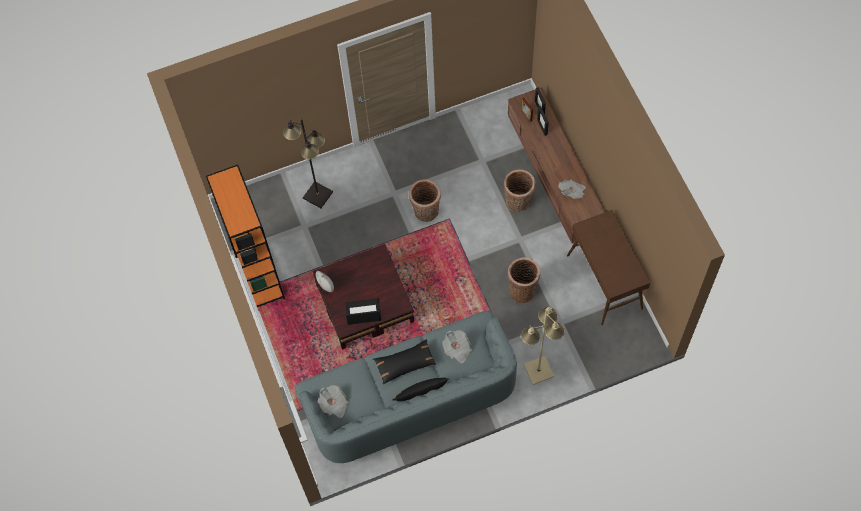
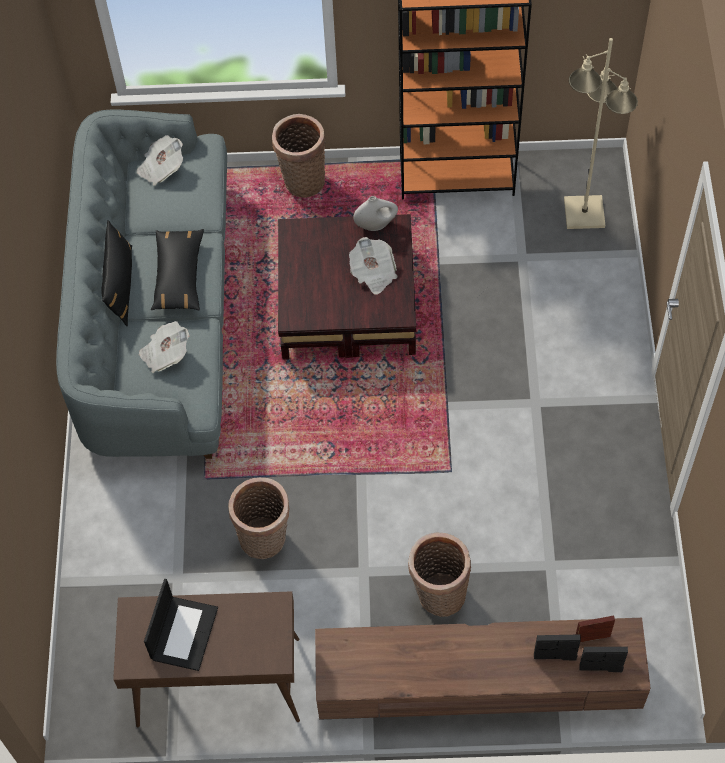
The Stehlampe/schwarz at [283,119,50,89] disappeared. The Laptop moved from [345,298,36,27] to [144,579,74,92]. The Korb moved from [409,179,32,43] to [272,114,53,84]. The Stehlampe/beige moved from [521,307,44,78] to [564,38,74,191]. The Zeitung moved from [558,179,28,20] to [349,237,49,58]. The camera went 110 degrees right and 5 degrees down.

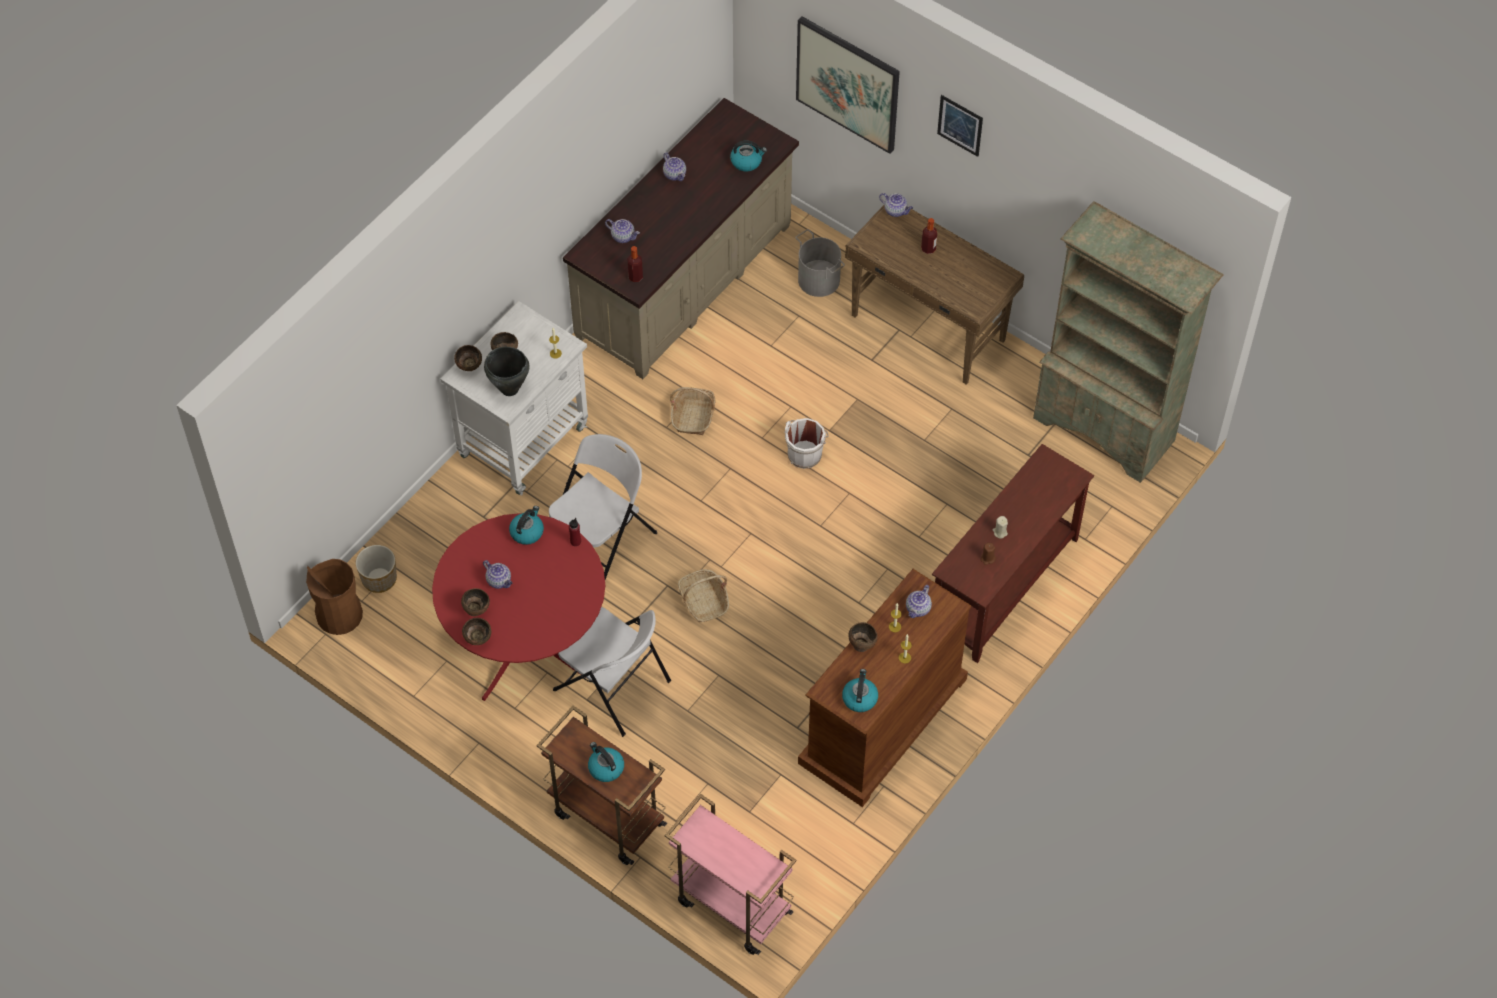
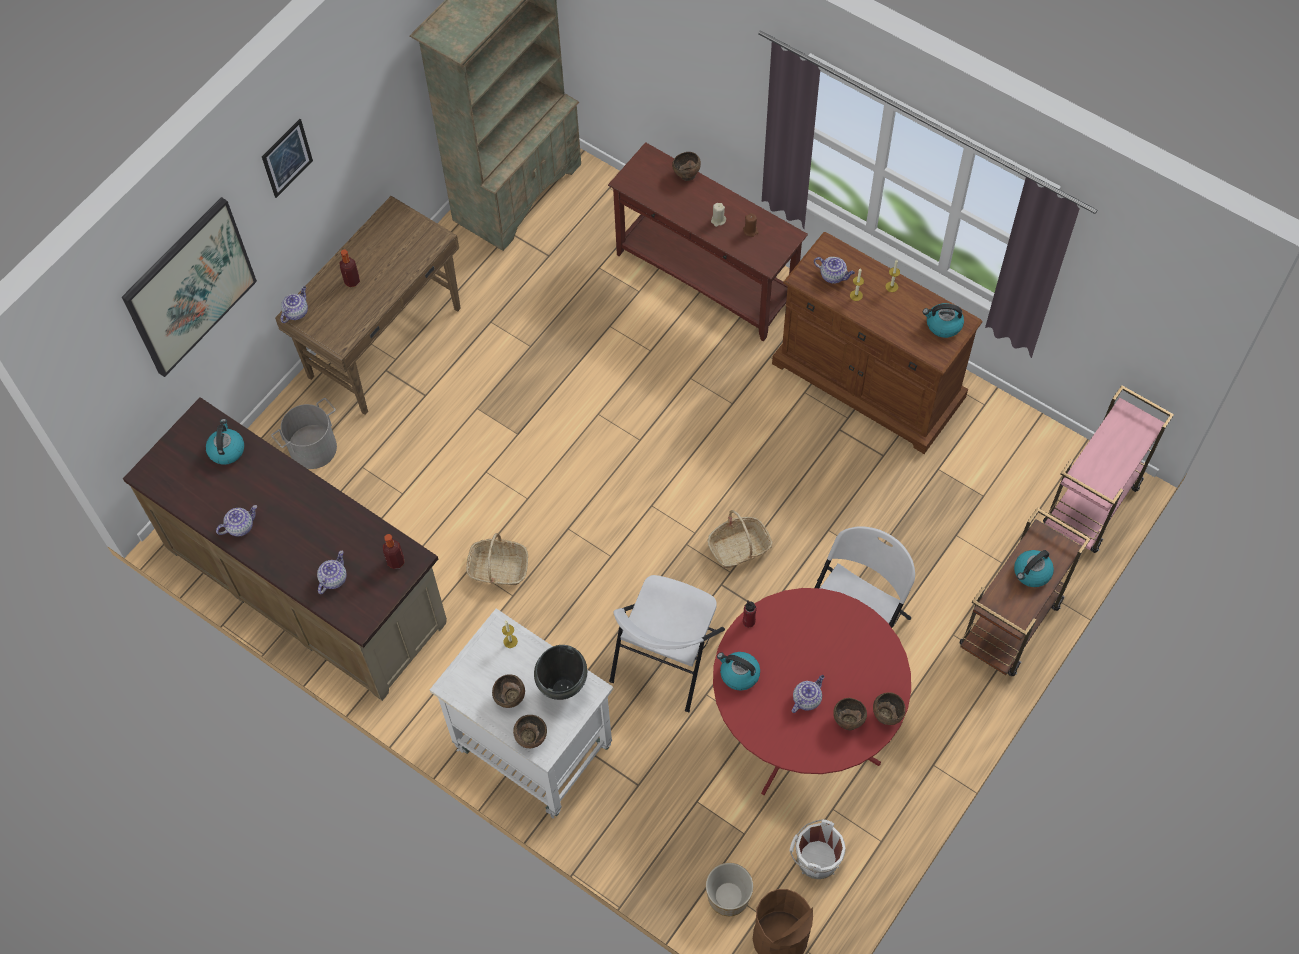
The Eimer/weiß moved from [784,418,45,51] to [790,819,55,60]. The Schüssel/braun moved from [848,622,30,30] to [672,152,29,29]. The Stuhl/weiß at [549,434,108,146] turned 105 degrees counterclockwise. The camera went 90 degrees left and 5 degrees up.

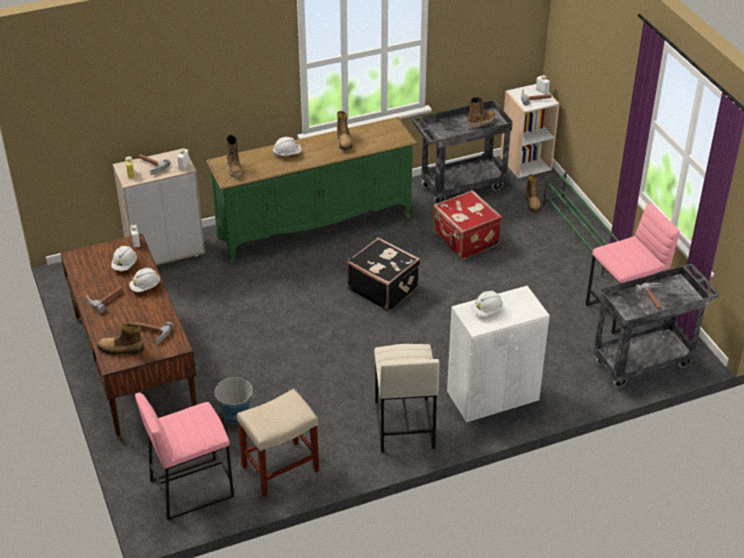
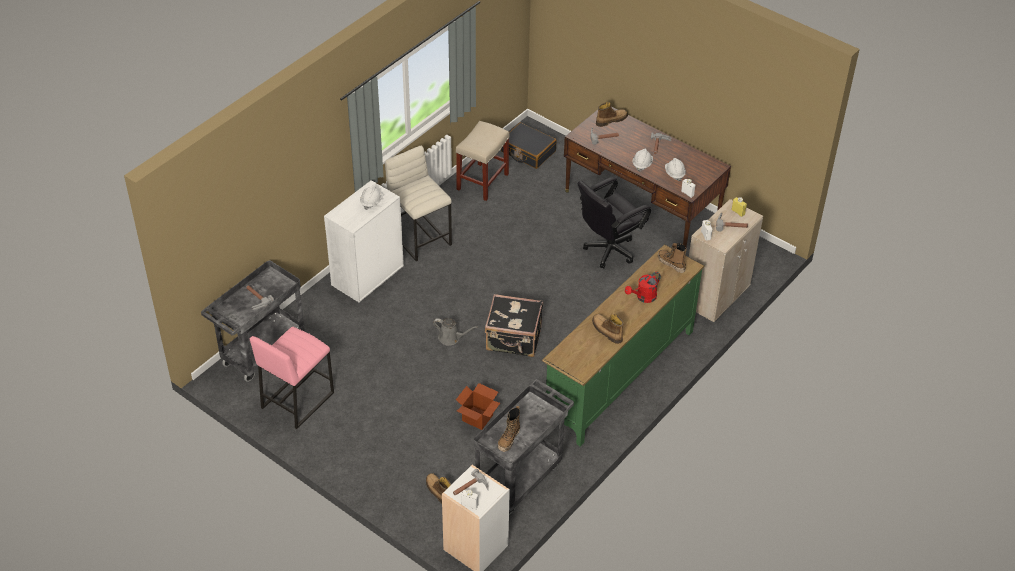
The Eimer at [214,377,40,47] disappeared. The Schuhregal/grün at [543,171,76,106] disappeared. The Gießkanne/grau at [433,318,45,28] appeared. The Bürostuhl/schwarz at [578,177,73,91] appeared. The Hocker/rosa at [135,393,99,127] was replaced by the Koffer/schwarz at [501,122,56,47]. The Schutzhelm/weiß at [273,137,28,19] was replaced by the Gießkanne/rot at [625,272,36,31]. The Koffer/rot at [433,190,69,70] was replaced by the Karton at [456,383,44,47]. The camera went 150 degrees right and 5 degrees up.

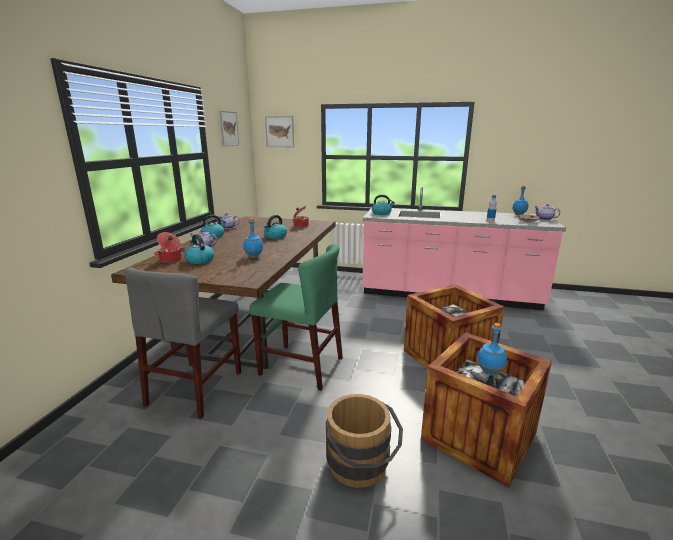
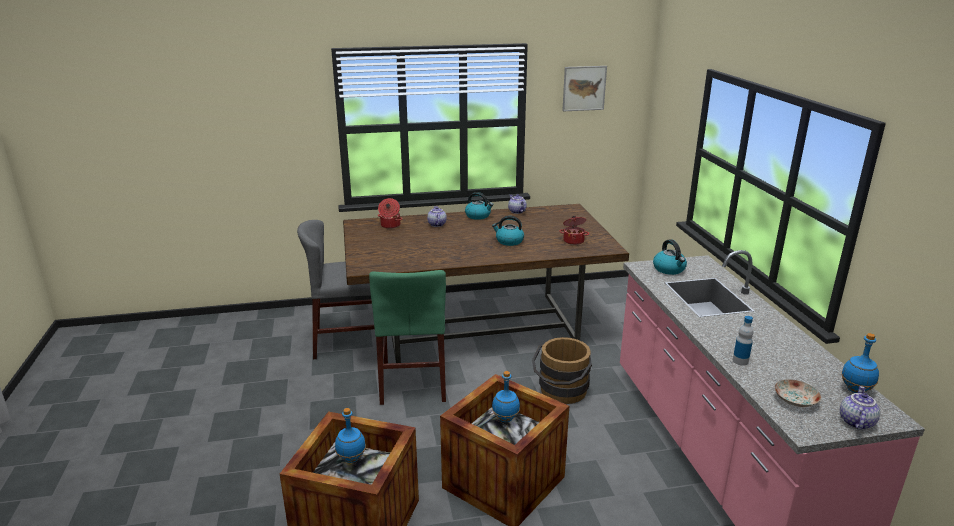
The Wasserkessel at [185,234,29,30] disappeared. The Bild at [265,116,29,31] disappeared. The Flasche/blau moved from [243,218,21,40] to [492,371,28,51]. The Eimer/braun moved from [326,394,77,94] to [532,337,60,67]. The camera went 65 degrees right and 5 degrees up.

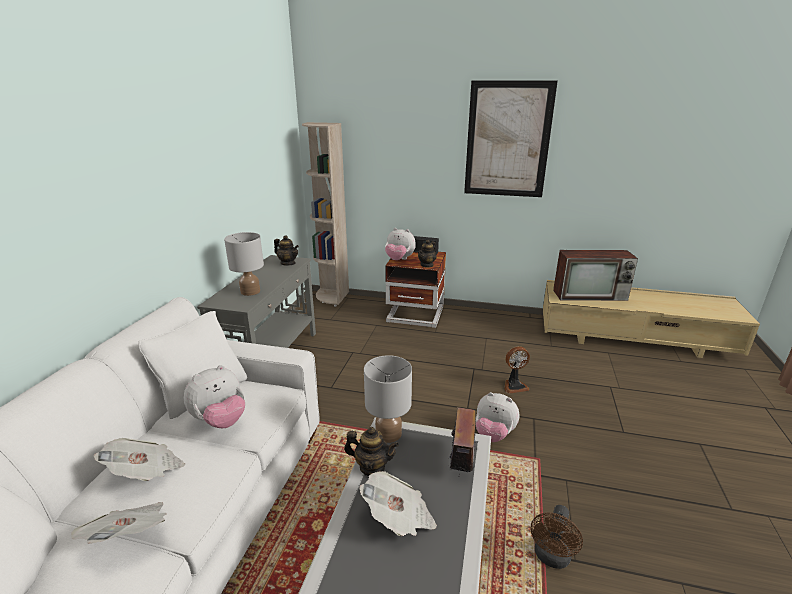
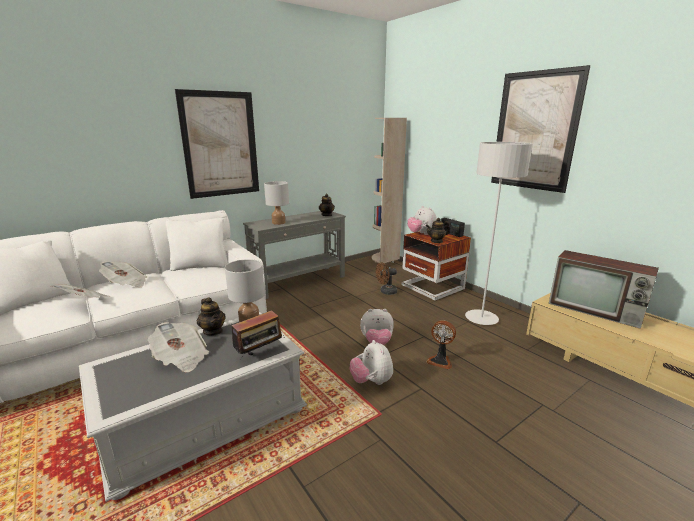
The Bild at [175,89,84,110] appeared. The Stehlampe/grau at [465,142,68,183] appeared. The Plüschtier moved from [184,365,61,63] to [360,309,34,36]. The Ventilator/braun moved from [531,505,52,64] to [376,262,21,33]. The camera went 40 degrees right and 5 degrees down.

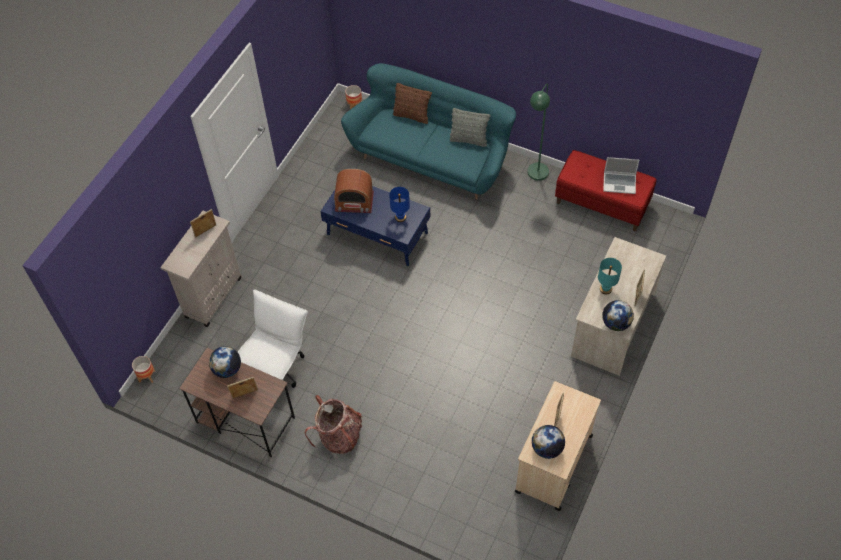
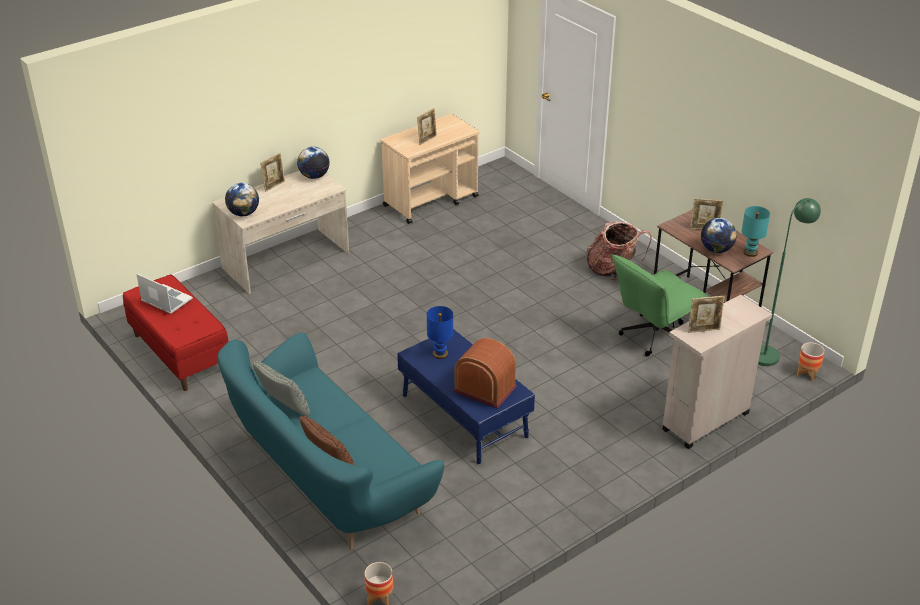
The Stehlampe/grün moved from [527,84,23,97] to [758,198,63,168]. The Globus moved from [532,425,33,34] to [225,183,34,33]. The Tischlampe/türkis moved from [598,258,24,36] to [742,206,28,51]. The Bürostuhl/weiß at [238,289,70,99] became the Bürostuhl/grün at [611,254,98,102]. The camera went 155 degrees left and 20 degrees down.

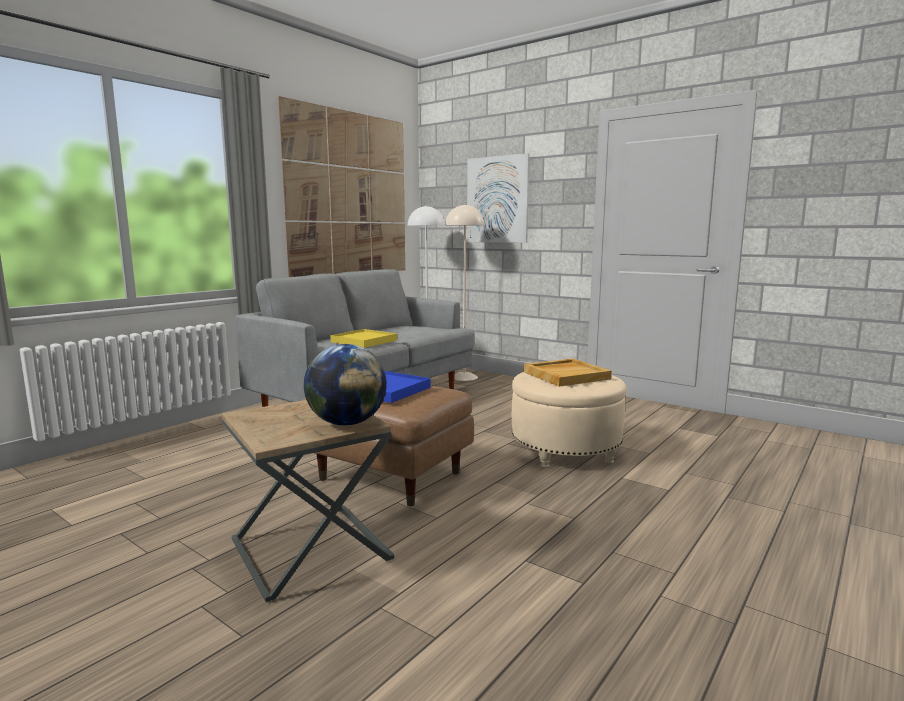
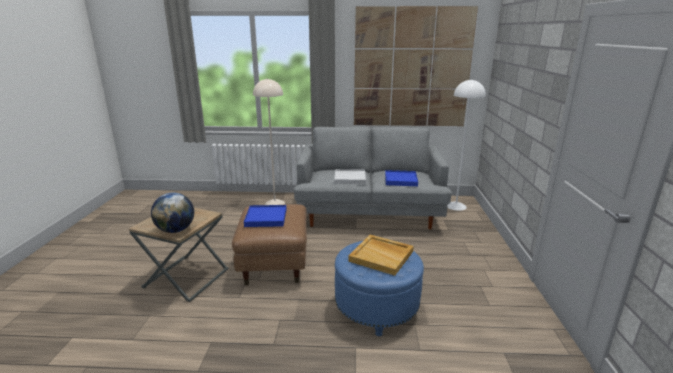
The Bild at [467,153,63,90] disappeared. The Tablett/blau at [385,170,33,16] appeared. The Stehlampe/beige moved from [445,204,40,177] to [253,78,32,127]. The Tablett/gelb at [330,329,67,19] became the Tablett/weiß at [334,169,32,15]. The Polsterhocker/beige at [512,372,115,95] became the Polsterhocker/blau at [335,241,89,95]. The camera went 55 degrees right and 10 degrees up.

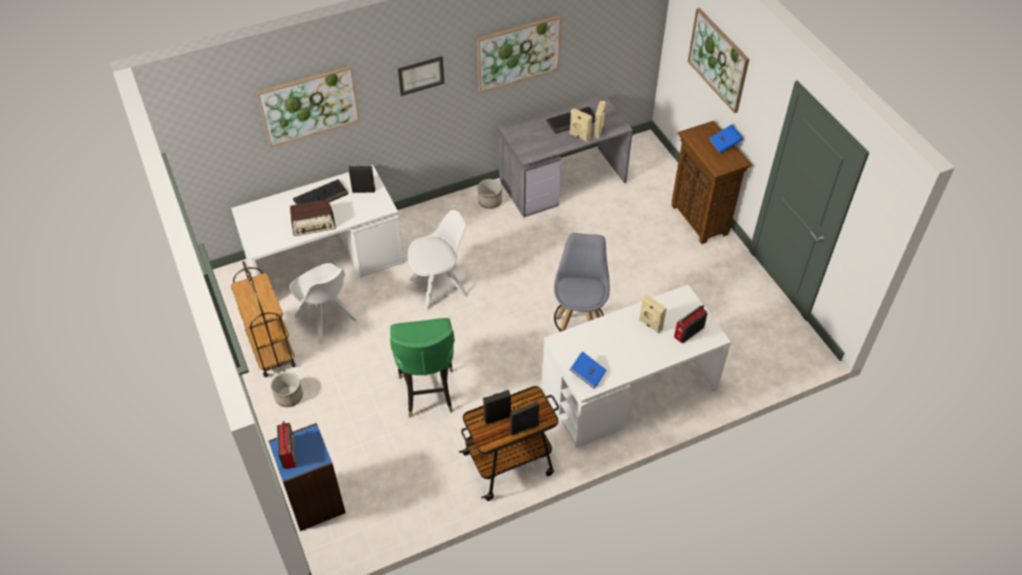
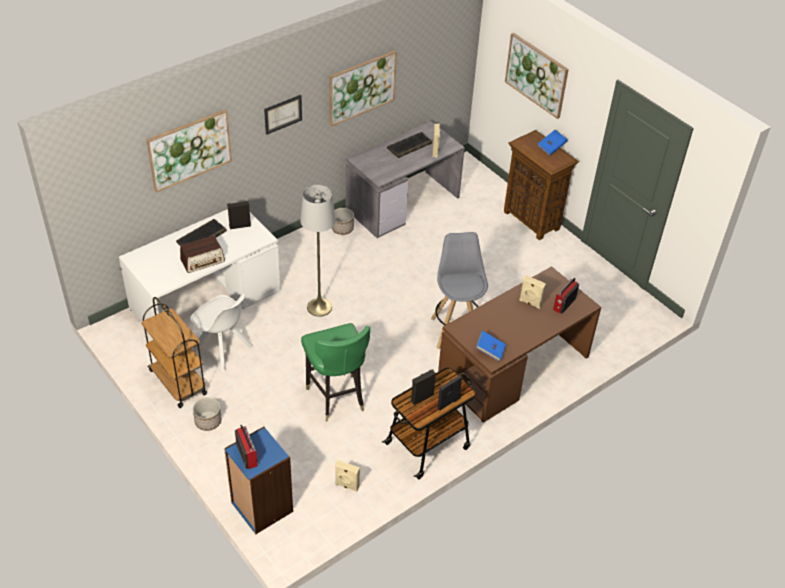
The Lautsprecher/beige moved from [569,108,23,34] to [335,460,25,32]. The Stuhl/weiß at [408,210,60,101] was replaced by the Stehlampe/grau at [300,185,36,132]. The Schreibtisch/weiß at [542,285,189,163] became the Schreibtisch/braun at [438,266,163,156]. The camera went 15 degrees left and 5 degrees down.

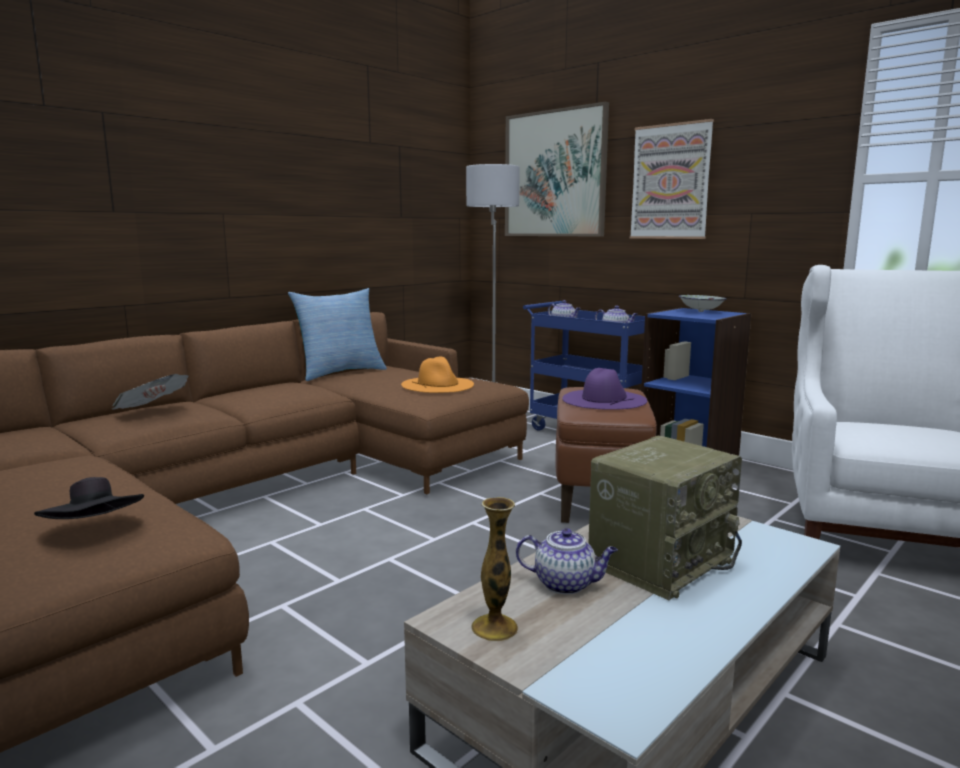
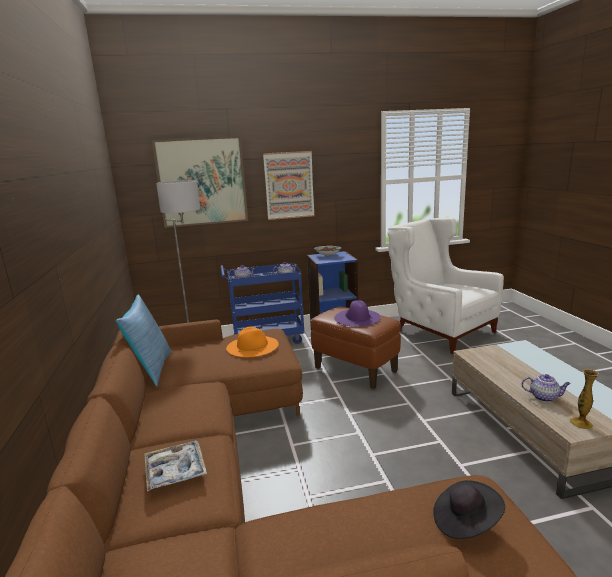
The Radio at [588,436,154,164] disappeared. The Zeitung at [112,374,77,35] was replaced by the Tablett at [145,441,62,51]. The Teekanne at [516,528,102,66] turned 60 degrees clockwise. The camera went 55 degrees left and 5 degrees up.

